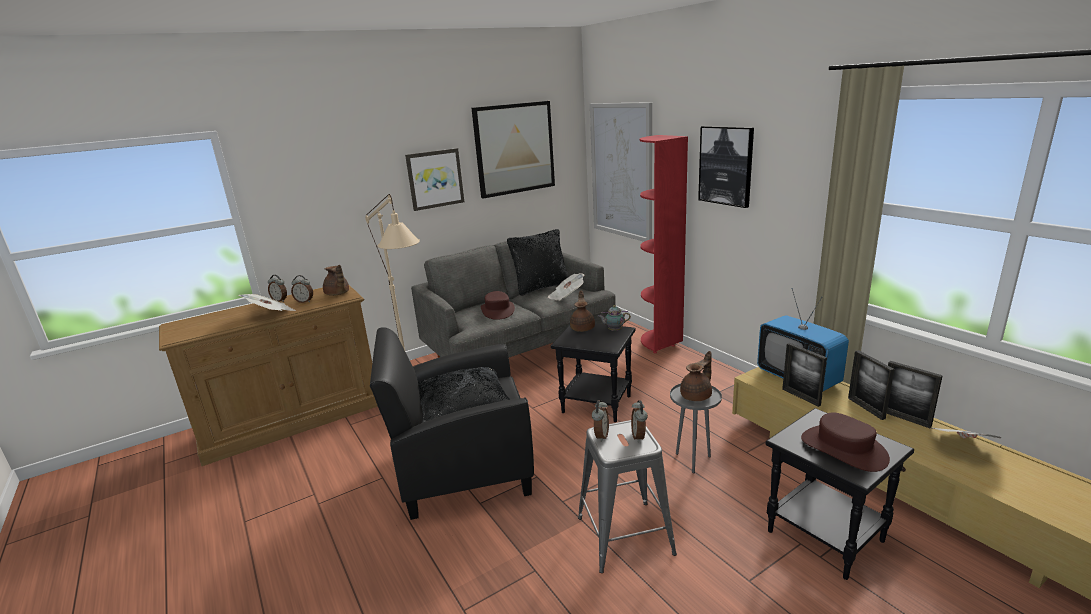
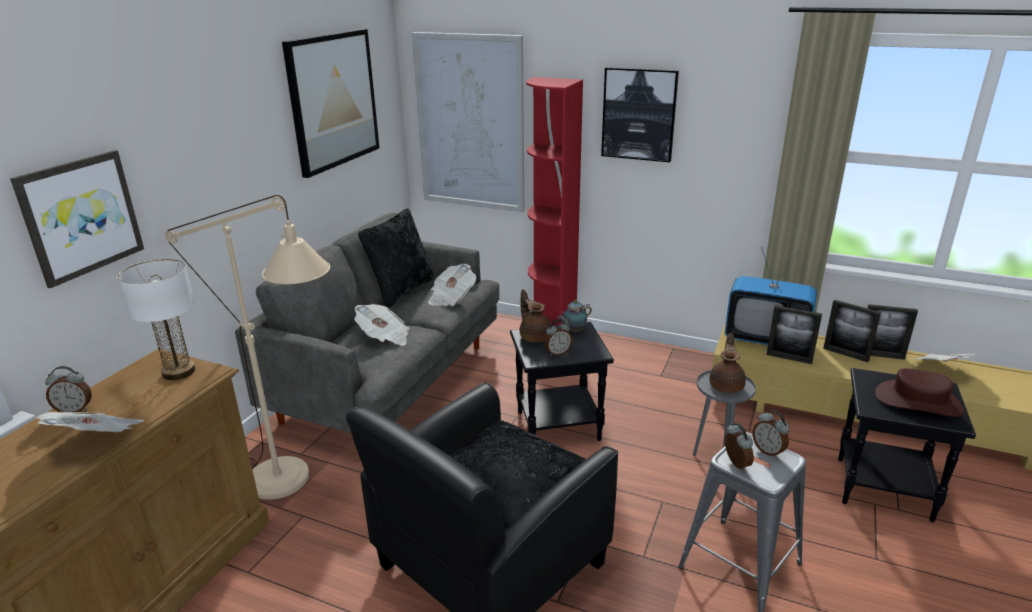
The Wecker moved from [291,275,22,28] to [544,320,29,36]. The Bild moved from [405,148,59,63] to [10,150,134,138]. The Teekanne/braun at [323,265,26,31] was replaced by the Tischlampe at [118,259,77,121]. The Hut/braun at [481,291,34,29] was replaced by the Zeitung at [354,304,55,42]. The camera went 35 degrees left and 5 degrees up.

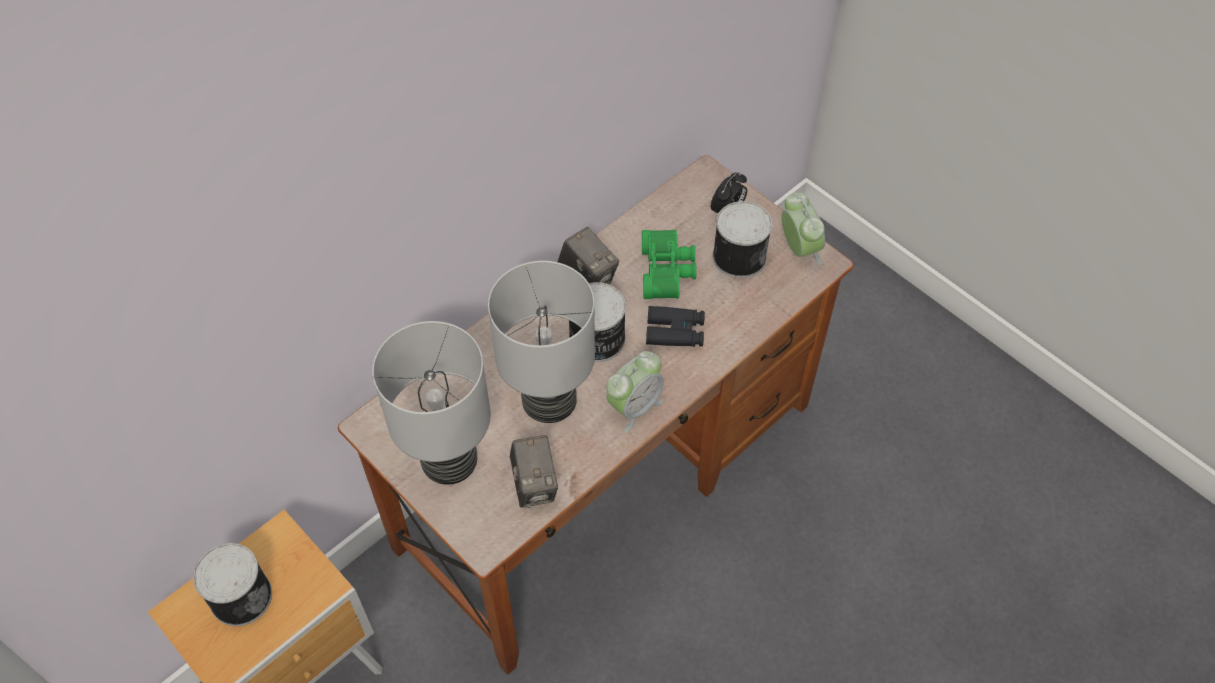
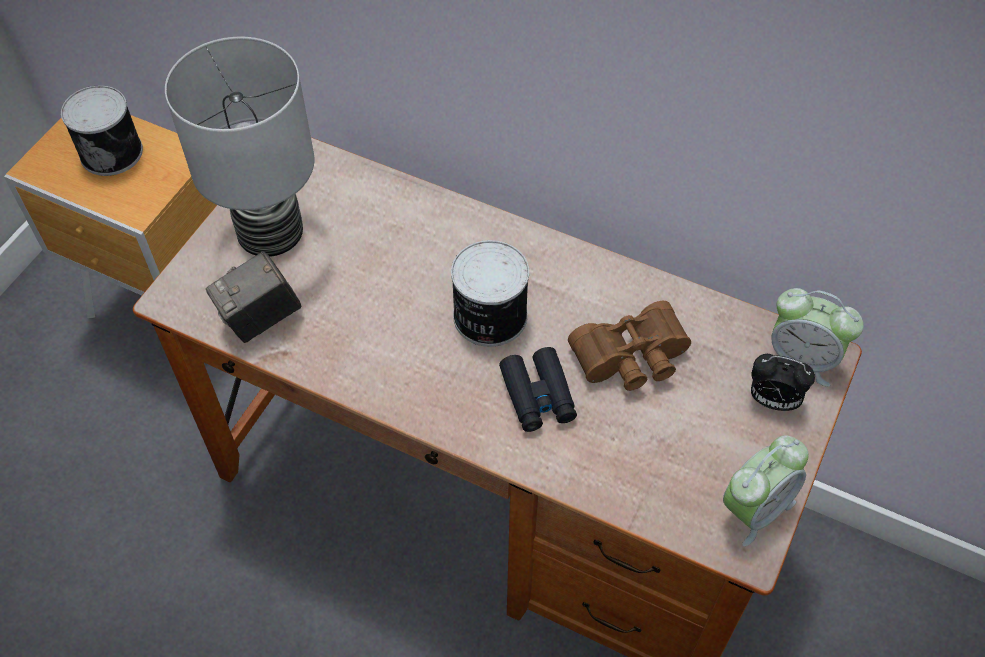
The Tischlampe/grau at [488,261,107,162] disappeared. The Kamera at [558,227,61,57] disappeared. The Dose at [713,201,59,77] disappeared. The Wecker moved from [606,351,58,81] to [771,288,93,99]. The Fernglas/grün at [642,230,54,69] became the Fernglas/braun at [568,301,123,90]. The camera went 70 degrees right and 0 degrees up.

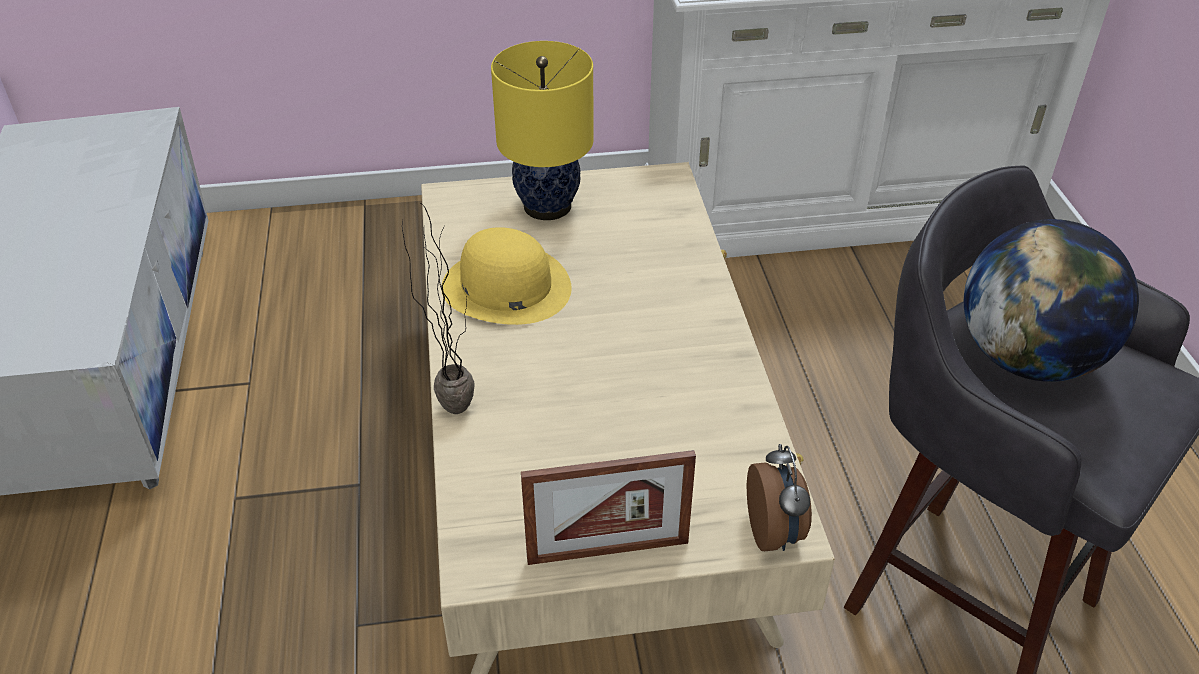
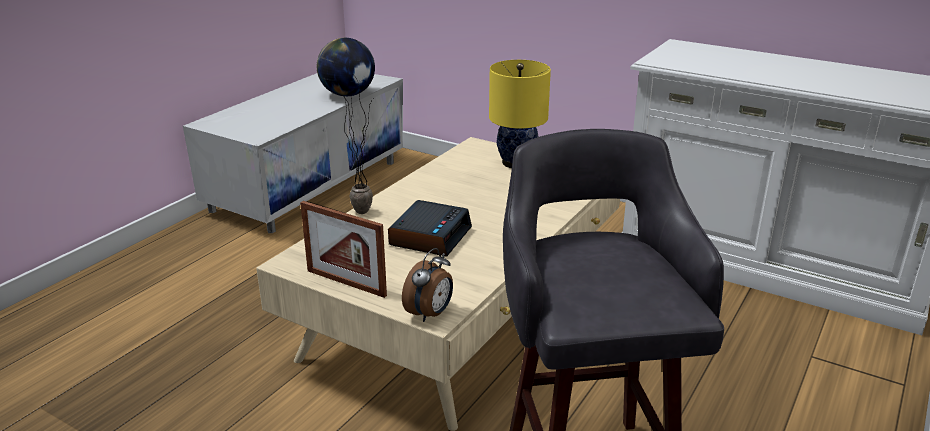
The Hut/gelb at [441,227,131,98] disappeared. The Wecker at [388,200,84,57] appeared. The Globus moved from [964,219,175,163] to [317,38,58,58]. The camera went 40 degrees right and 15 degrees down.

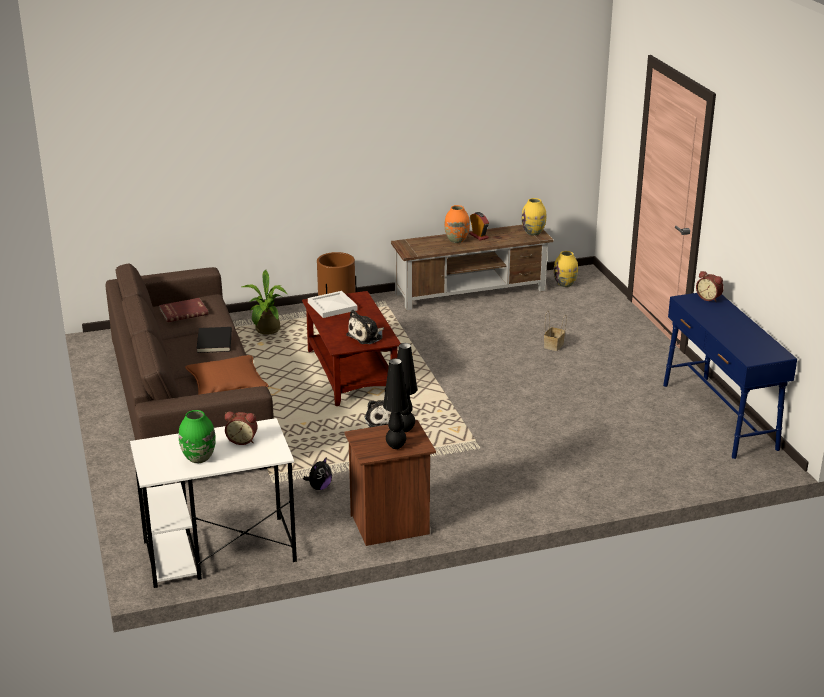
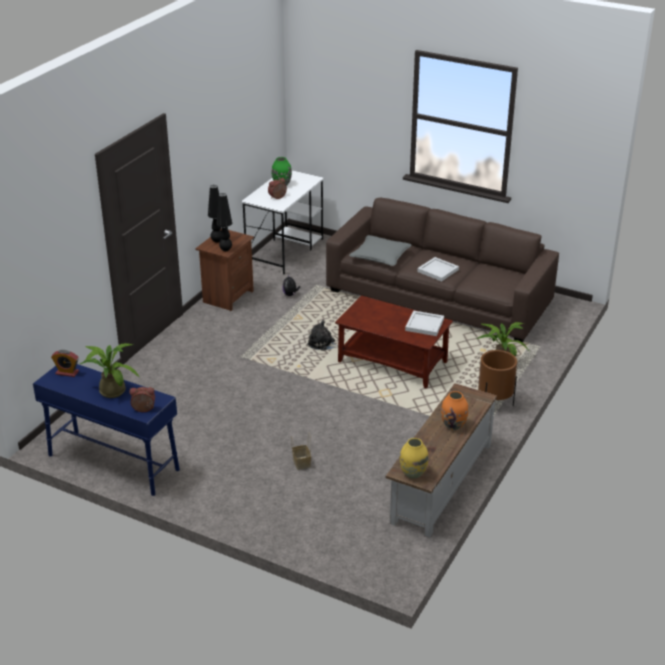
The Buch/rot at [159,298,49,24] disappeared. The Plüschtier at [346,310,38,34] disappeared. The Vase/gelb at [554,251,24,36] disappeared. The Topfpflanze at [80,343,59,55] appeared. The Wecker moved from [469,212,20,29] to [51,350,28,27]. The Buch/schwarz at [197,327,35,26] was replaced by the Tablett/weiß at [417,257,42,25]. The Kissen/braun at [185,355,83,40] became the Kissen/grau at [349,235,63,31]. The camera went 135 degrees right and 5 degrees up.

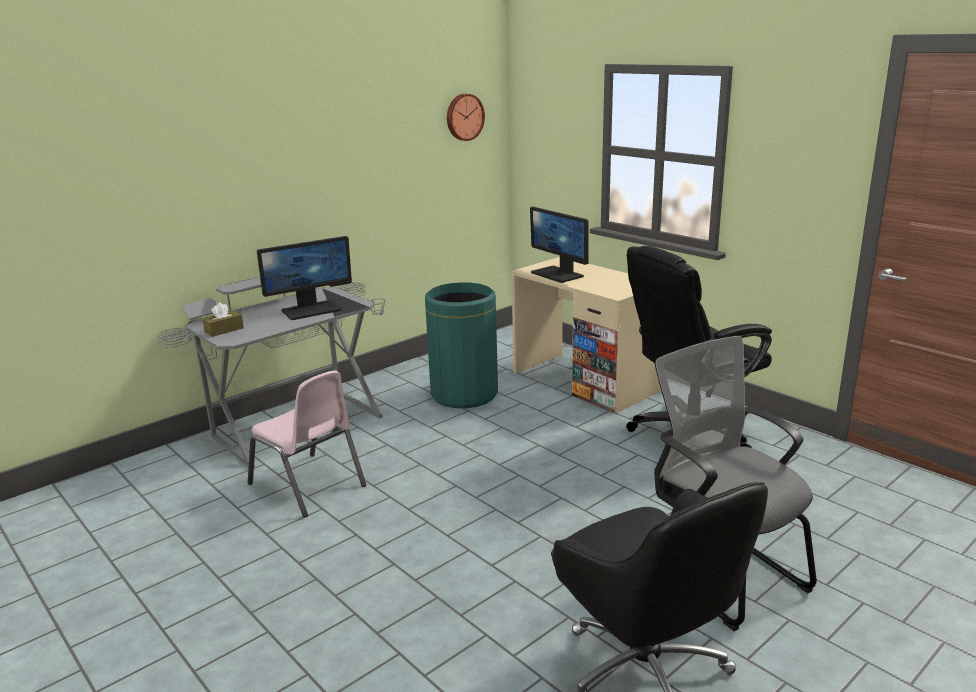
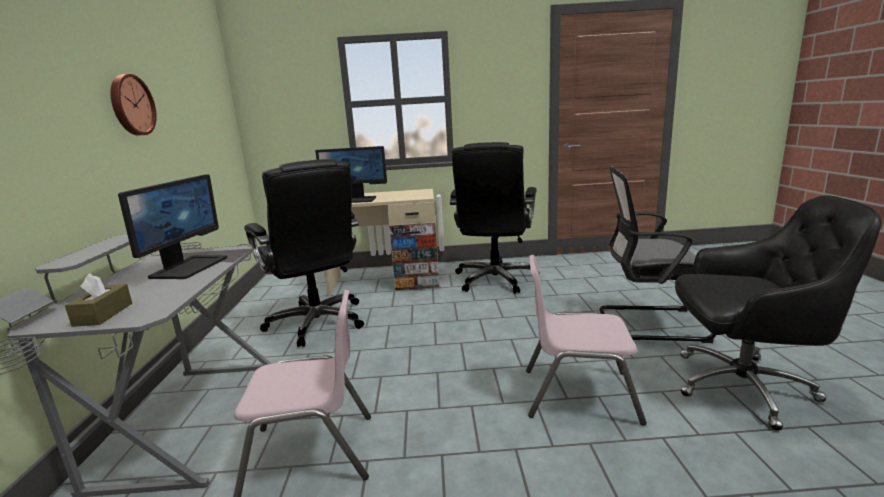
The Stuhl/rosa at [526,255,121,171] appeared. The Wanduhr moved from [447,94,38,47] to [110,74,47,61]. The Mülleimer/grün at [425,282,73,126] was replaced by the Bürostuhl/schwarz at [244,159,120,188]. The camera went 50 degrees left and 5 degrees down.

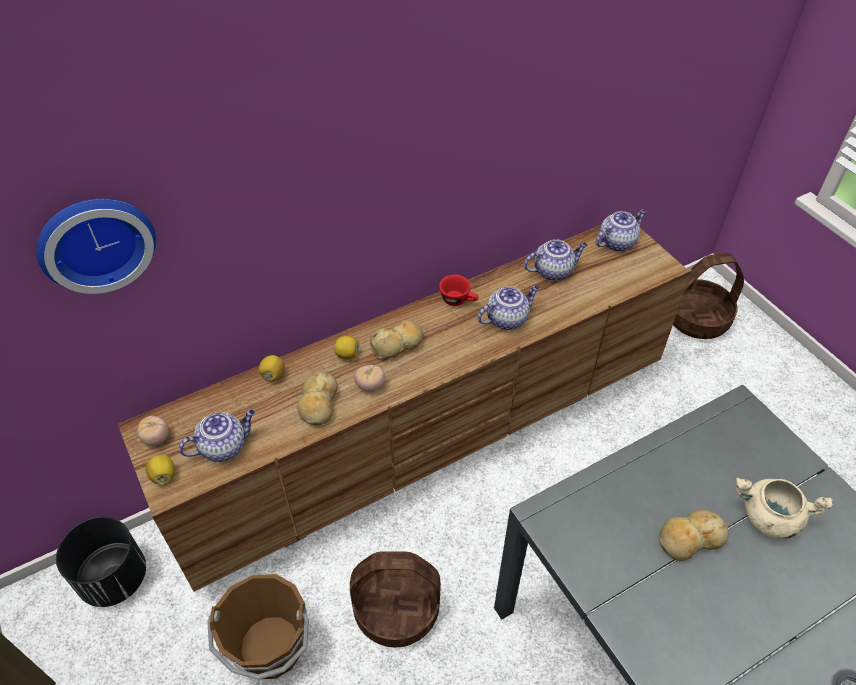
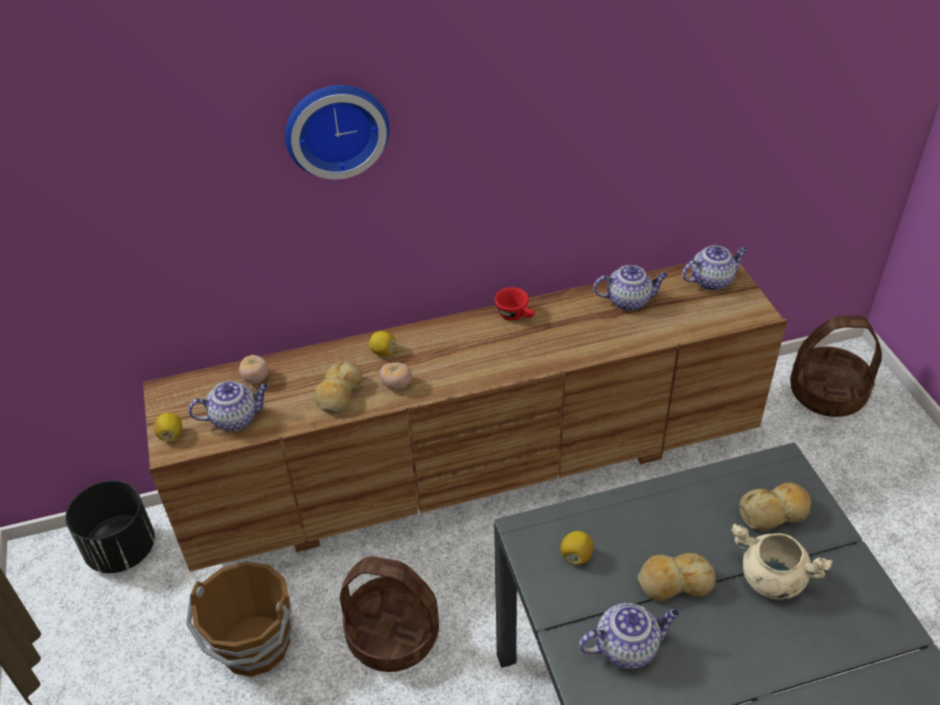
The Wanduhr moved from [36,199,120,95] to [285,85,105,94]. The Tomate moved from [137,416,32,30] to [239,355,30,29]. The Zitrone moved from [259,355,26,26] to [561,531,33,34]. The Brot moved from [370,320,54,39] to [739,483,72,47]. The Teekanne moved from [478,286,61,44] to [579,603,101,66]. The camera went 15 degrees right and 5 degrees down.

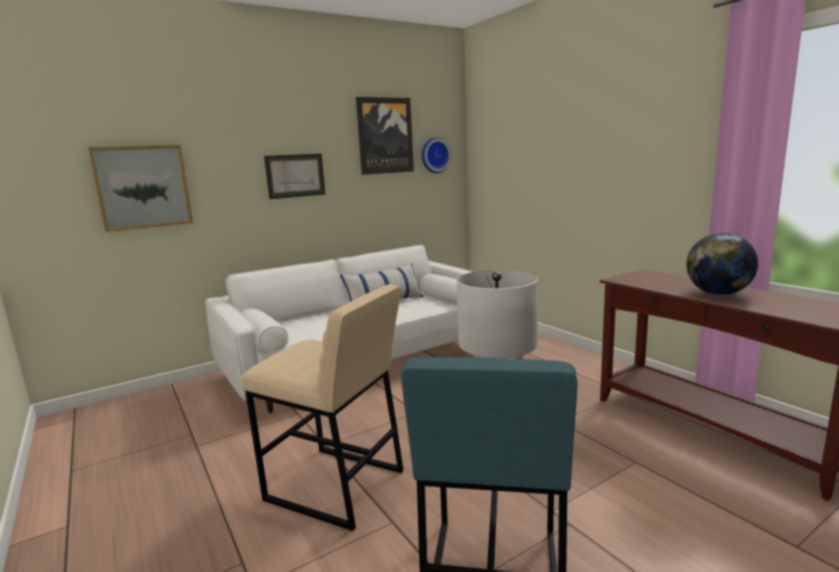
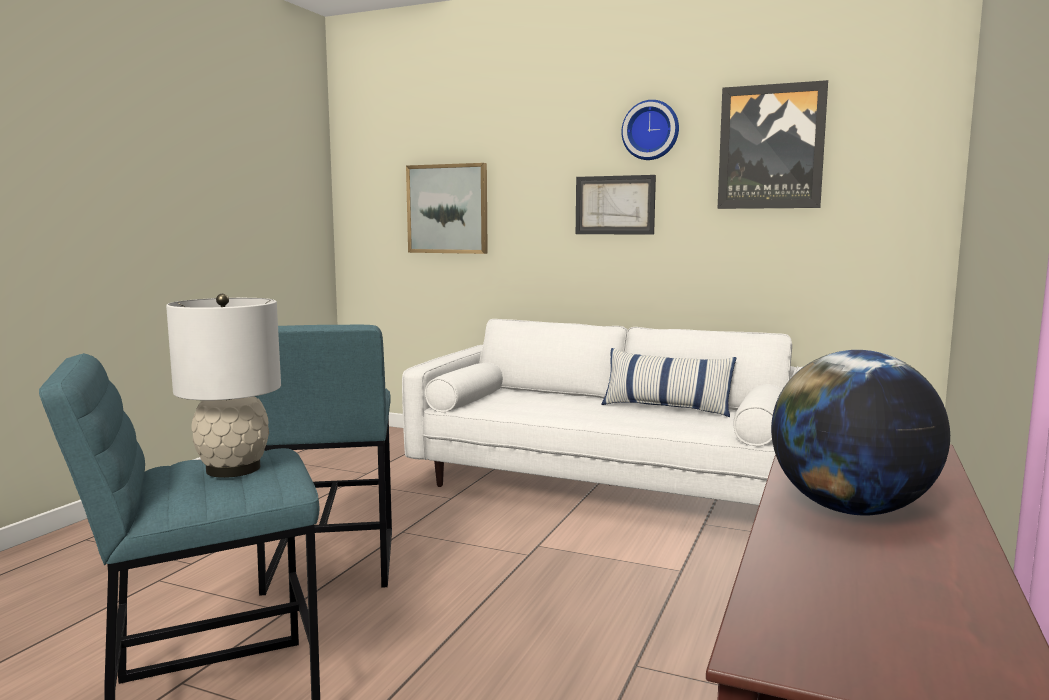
The Wanduhr moved from [422,137,29,36] to [621,100,58,60]. The Hocker/beige at [241,284,162,247] became the Hocker/blau at [254,325,138,271]. The camera went 55 degrees right and 5 degrees down.

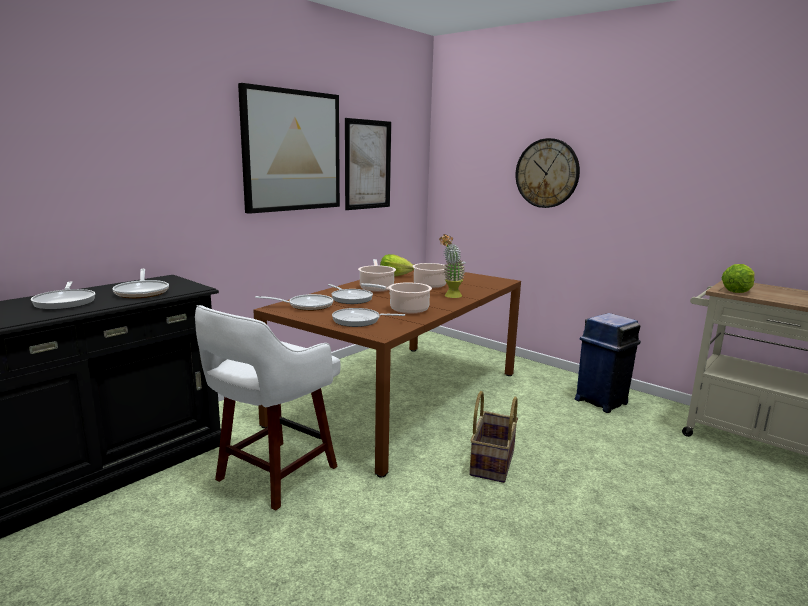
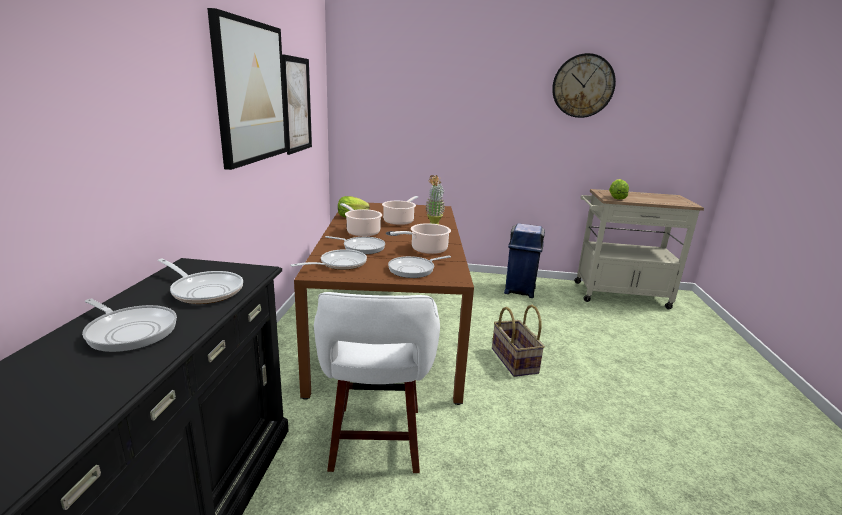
The Wanduhr moved from [515,138,65,70] to [552,53,64,65]. The camera went 35 degrees left and 5 degrees up.

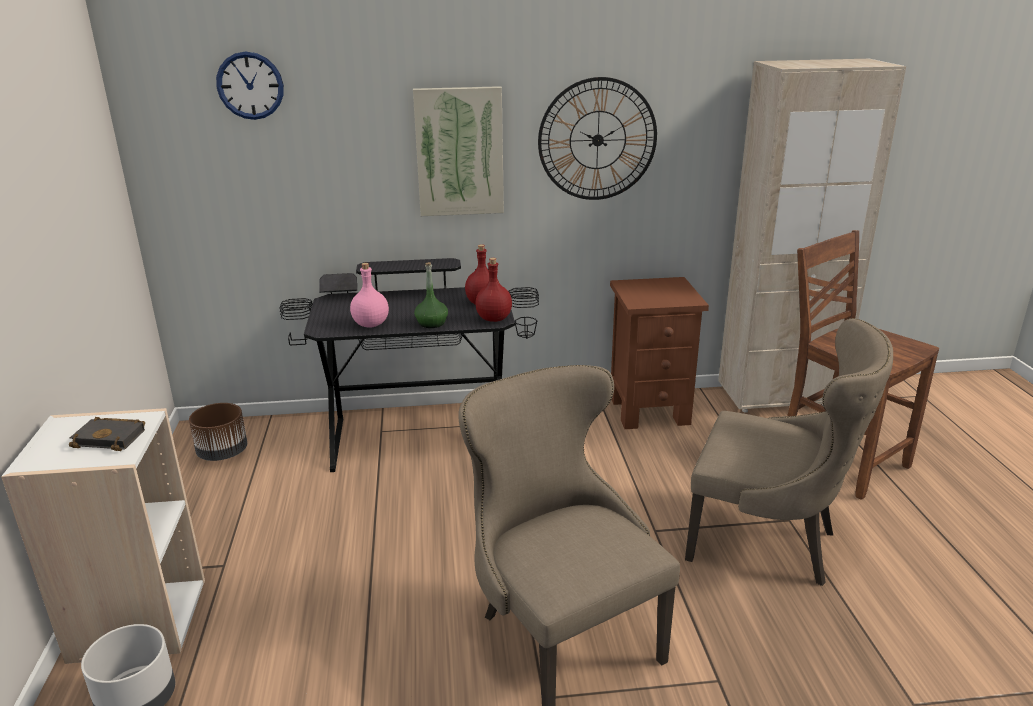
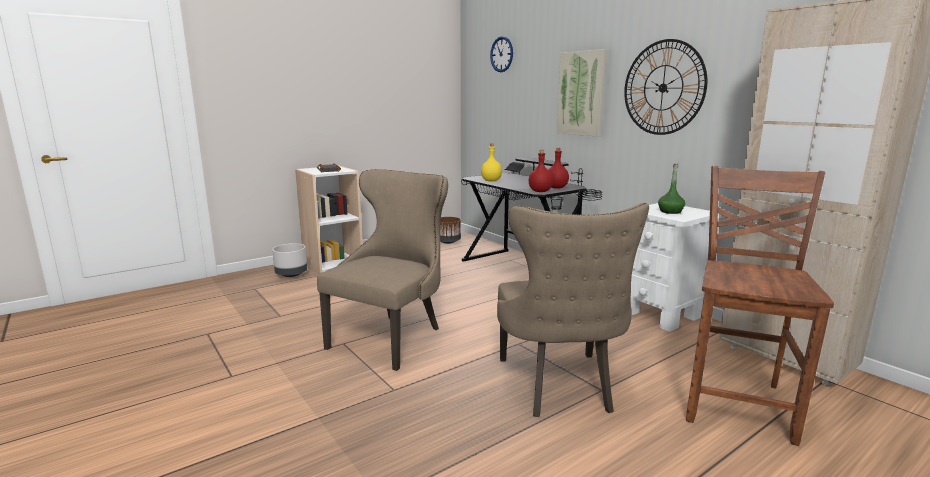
The Flasche/grün moved from [414,262,34,66] to [658,164,27,50]. The Flasche/rosa at [350,263,39,65] became the Flasche/gelb at [481,144,21,37]. The Nachttisch/braun at [610,277,99,152] became the Nachttisch/weiß at [631,203,90,129]. The camera went 60 degrees right and 10 degrees down.

